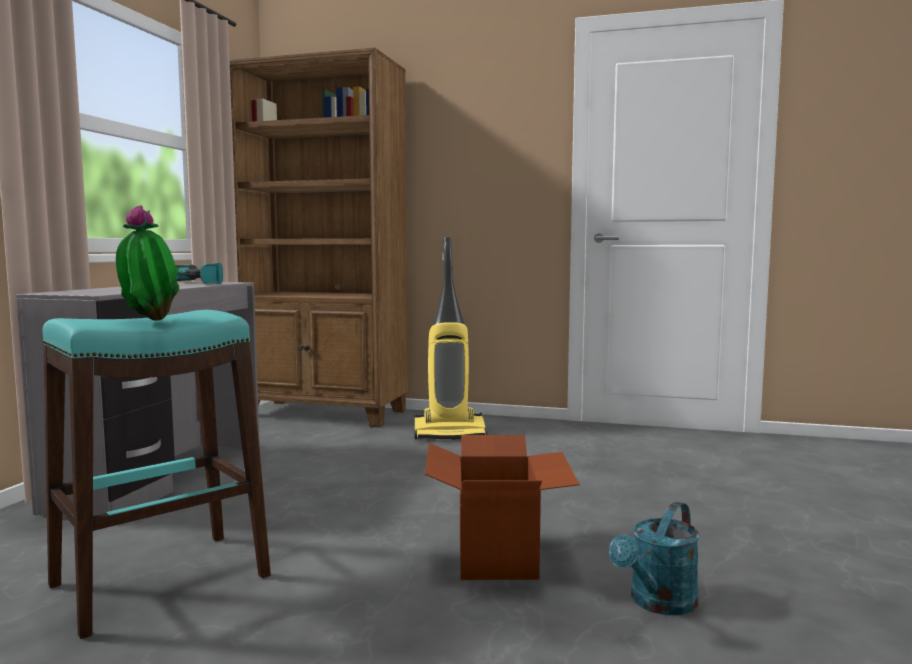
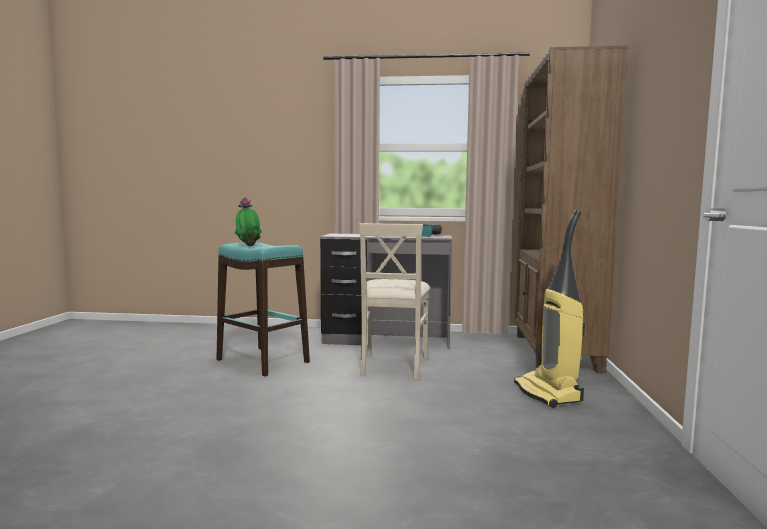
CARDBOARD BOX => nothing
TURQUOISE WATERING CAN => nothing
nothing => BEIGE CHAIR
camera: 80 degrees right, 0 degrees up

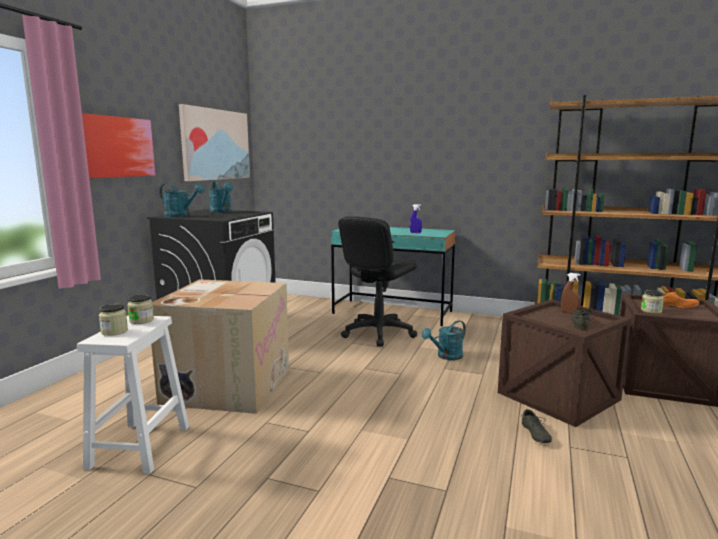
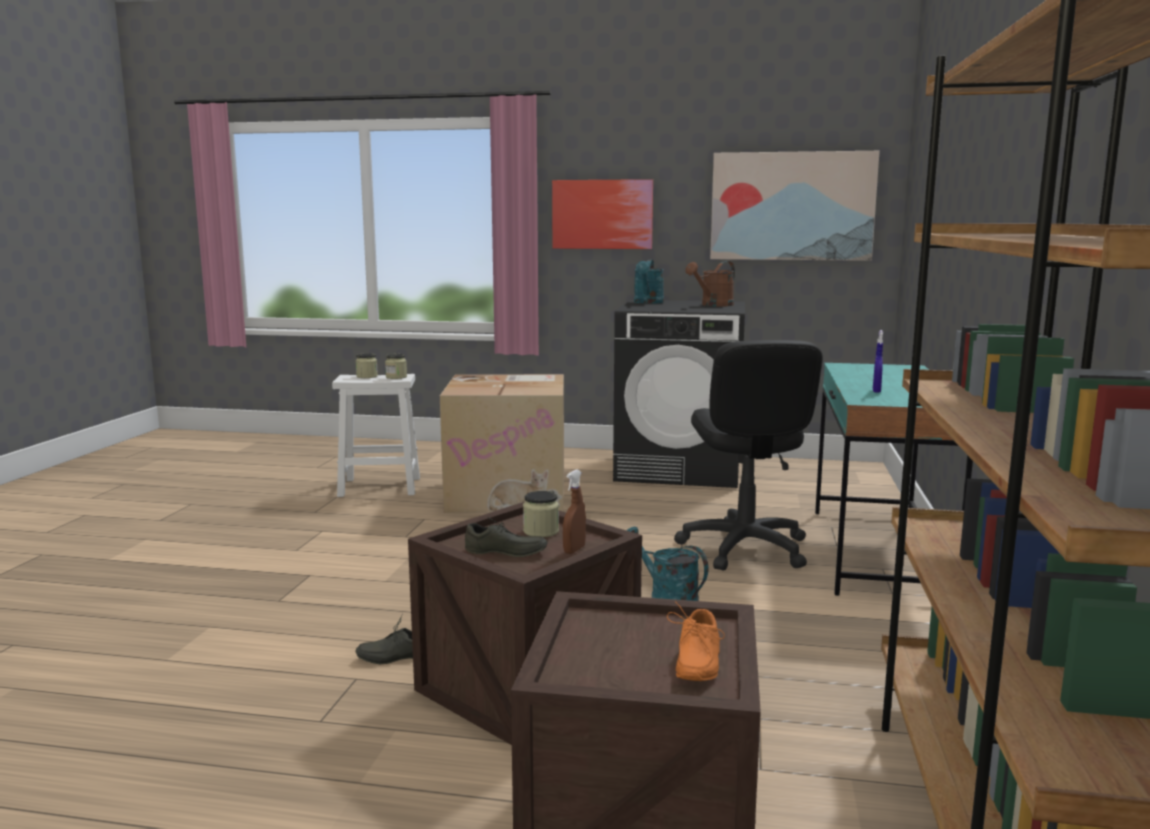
TURQUOISE WATERING CAN (no. 2 from left) => BROWN WATERING CAN
BLACK OFFICE CHAIR, 120 degrees counterclockwise
JAR (no. 3 from left), shifted
camera: 80 degrees right, 0 degrees up

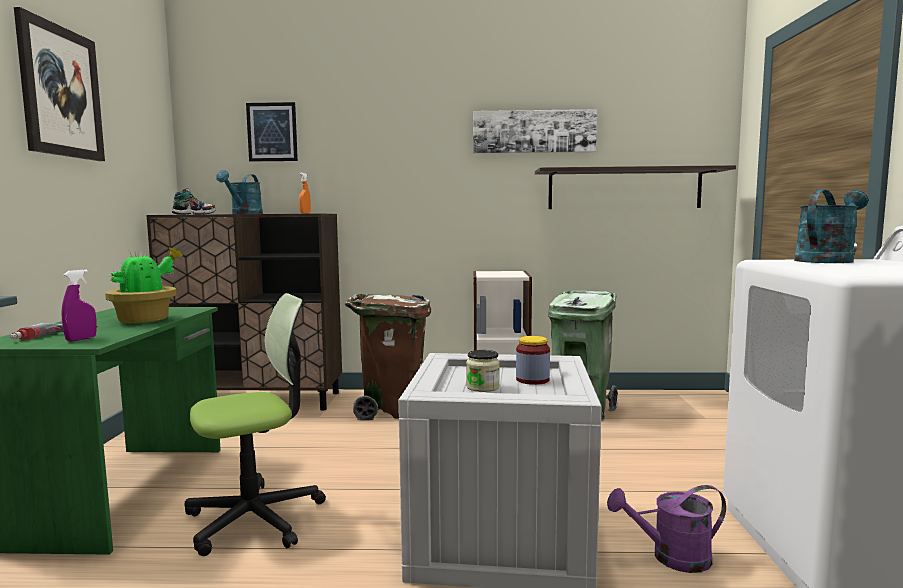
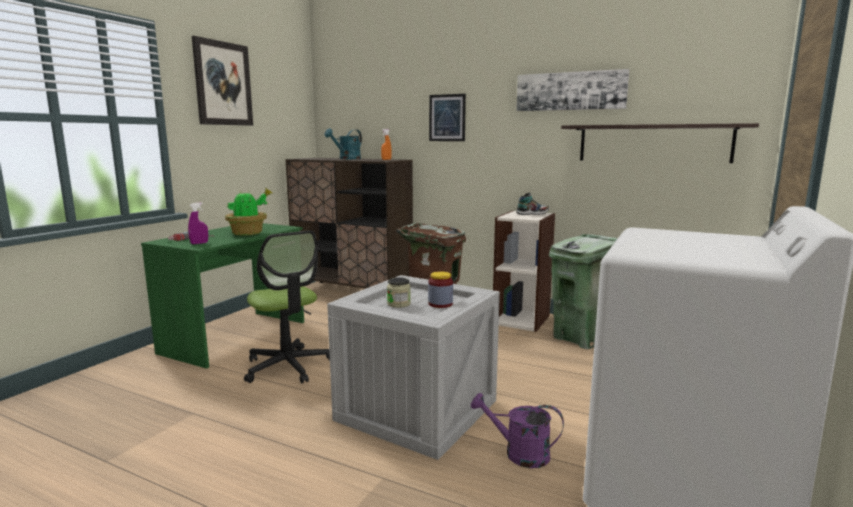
SHOE, shifted
OFFICE CHAIR, 60 degrees clockwise
PICTURE (no. 2 from left), shifted
TURQUOISE WATERING CAN (no. 2 from left) => nothing
camera: 25 degrees right, 5 degrees up

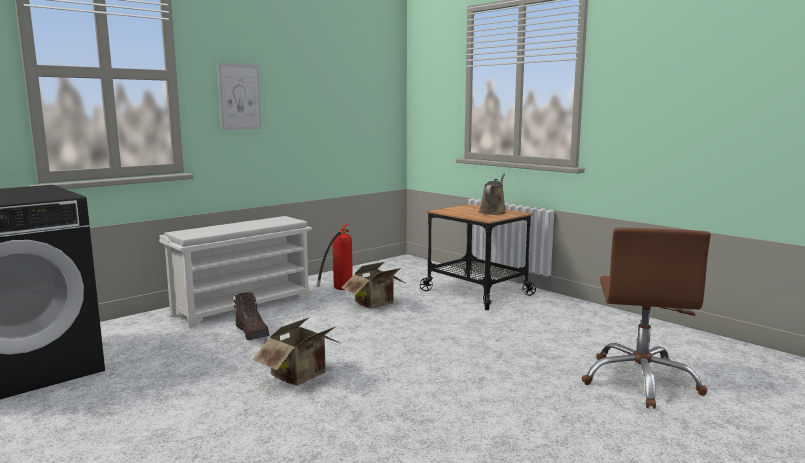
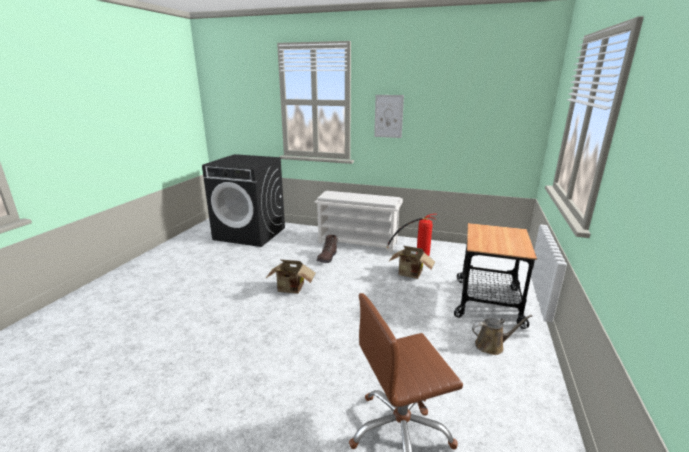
BROWN WATERING CAN, shifted
camera: 60 degrees right, 10 degrees up

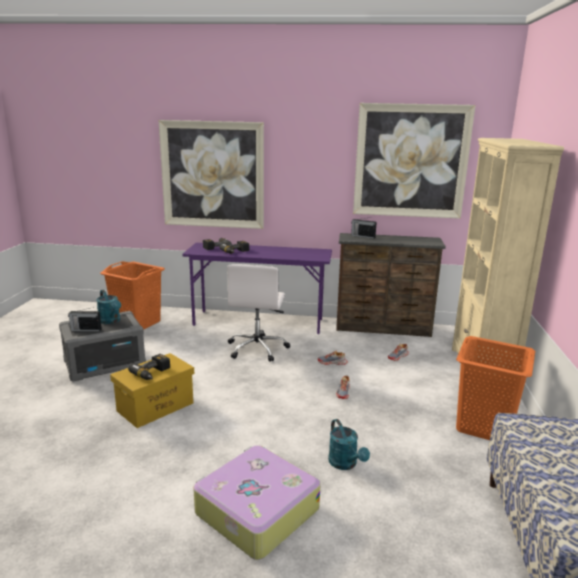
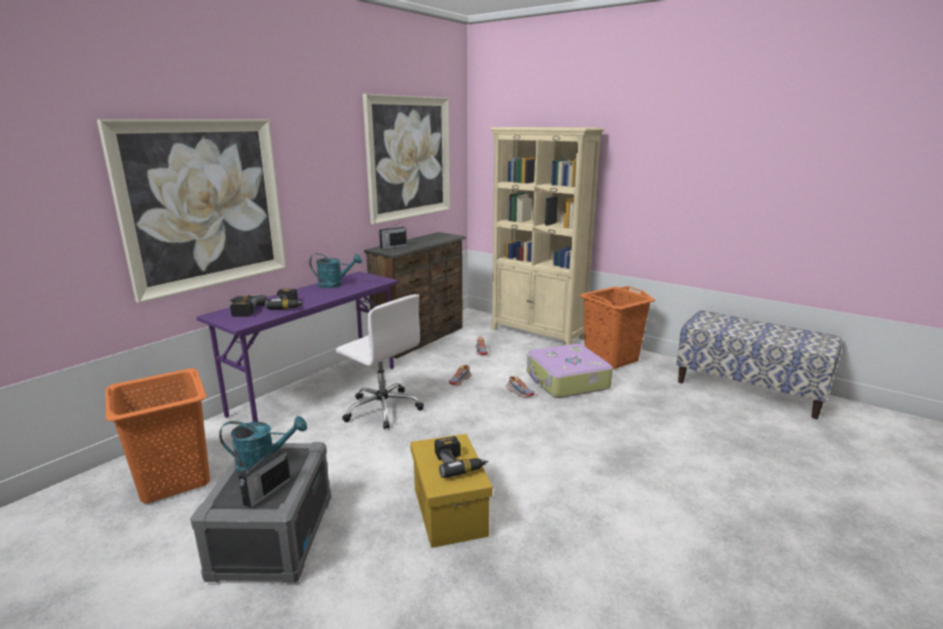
SUITCASE, shifted
TURQUOISE WATERING CAN (no. 2 from left), shifted
camera: 60 degrees left, 0 degrees up

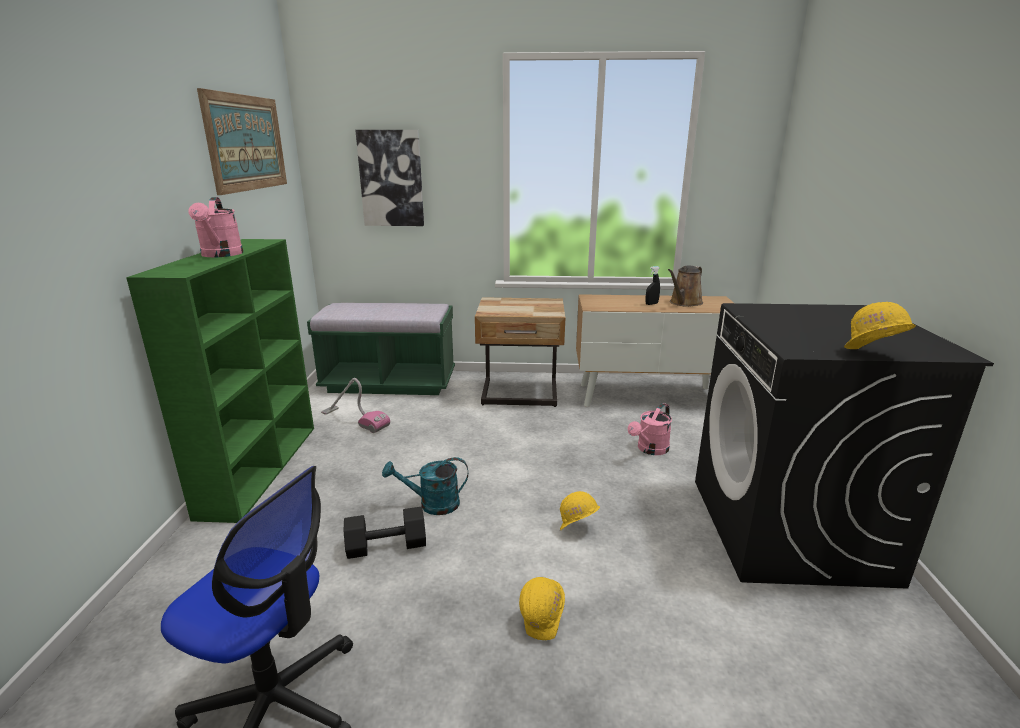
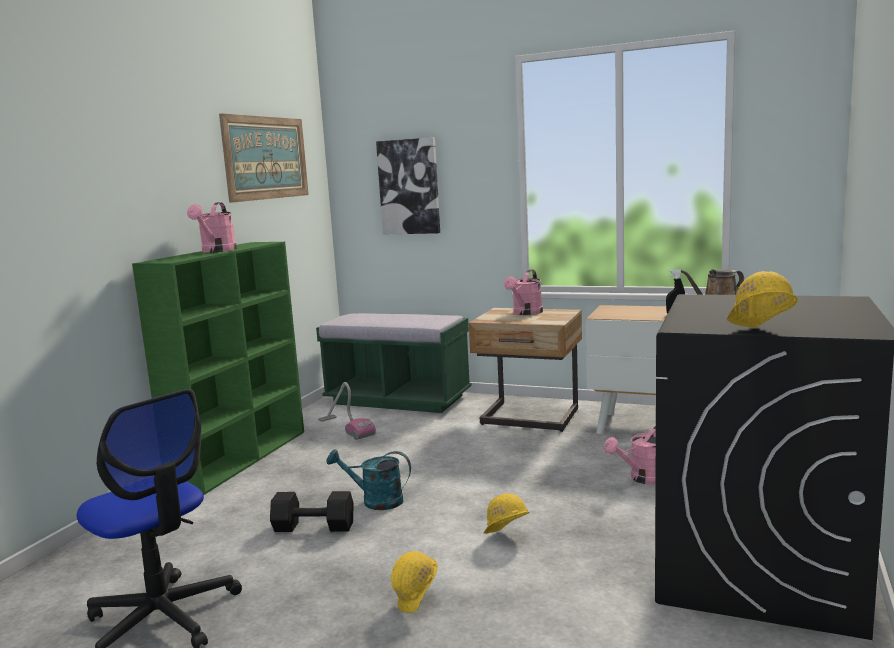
nothing => PINK WATERING CAN (no. 2 from left)
camera: 20 degrees right, 10 degrees down

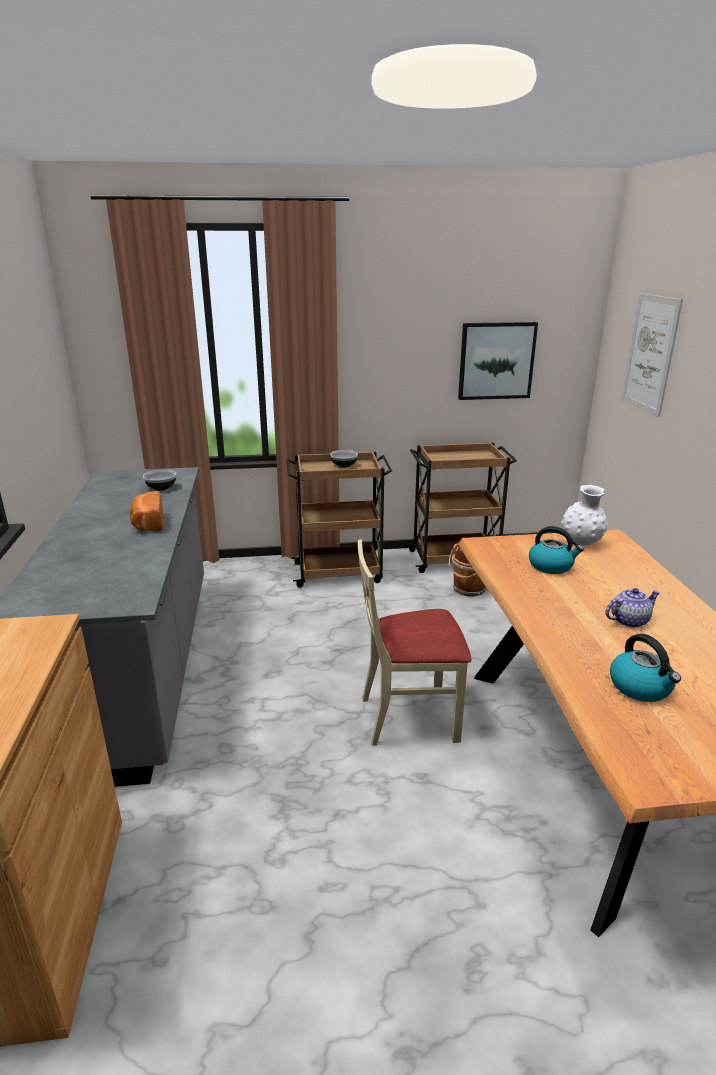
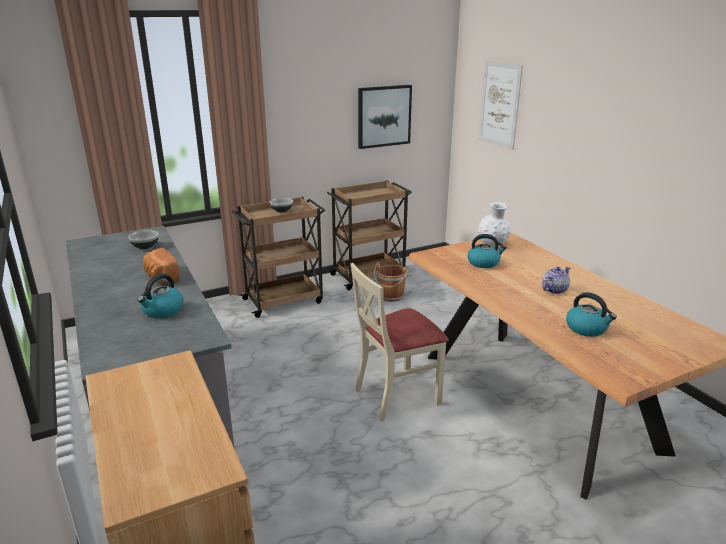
nothing => KETTLE (no. 1 from left)
camera: 20 degrees left, 0 degrees up

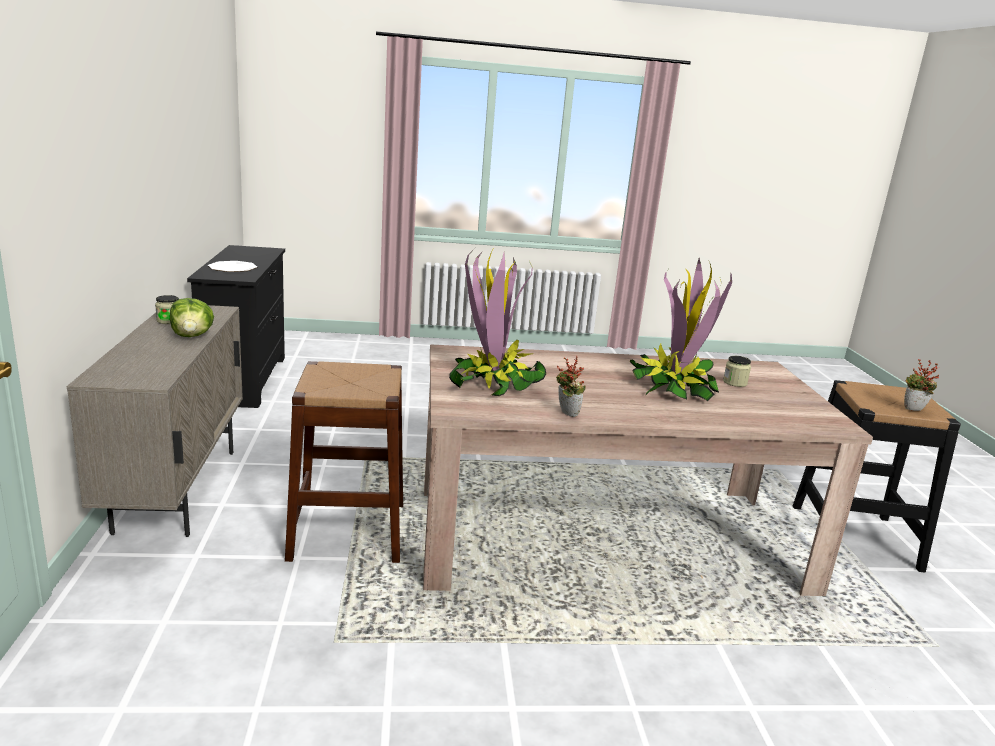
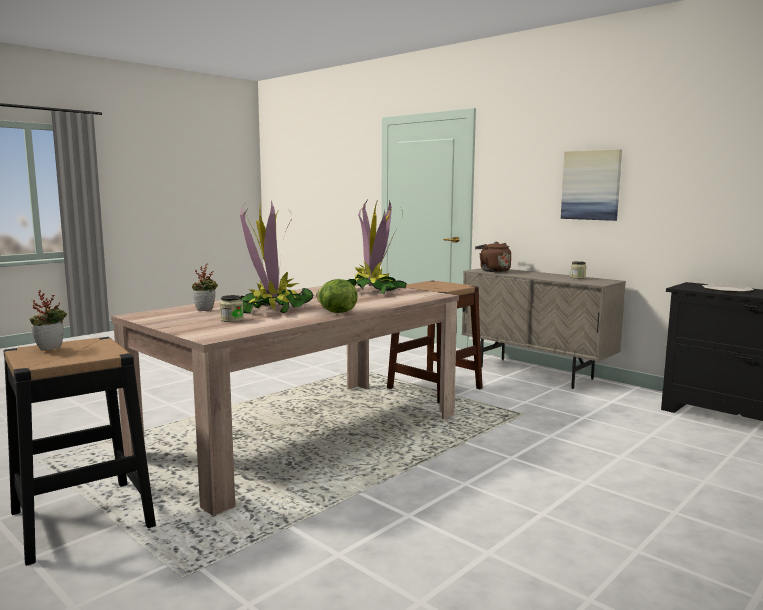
LETTUCE, shifted
POTTED PLANT (no. 2 from left), shifted
nothing => BROWN KETTLE
nothing => PICTURE
camera: 140 degrees right, 10 degrees down

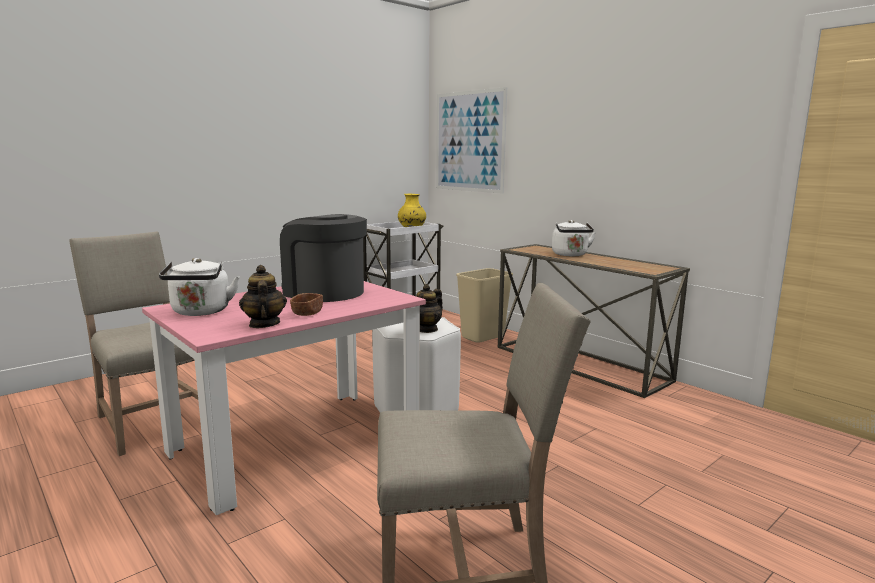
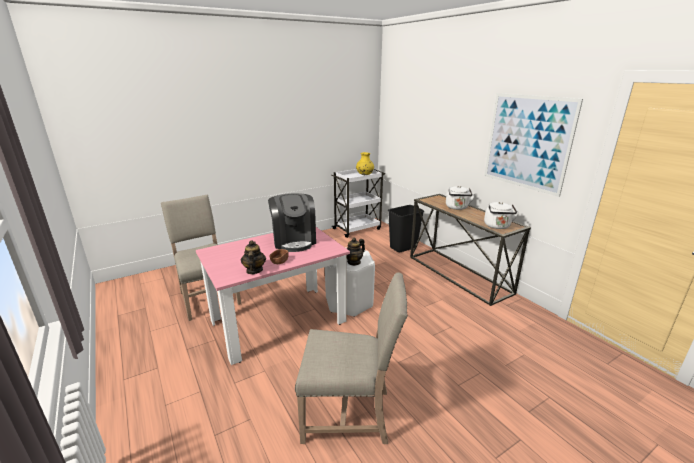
WHITE KETTLE (no. 1 from left in the first image) => WHITE KETTLE (no. 2 from left), shifted
COFFEE MACHINE, 150 degrees counterclockwise
PICTURE, shifted
BEIGE TRASH CAN => BLACK TRASH CAN
camera: 10 degrees right, 10 degrees up

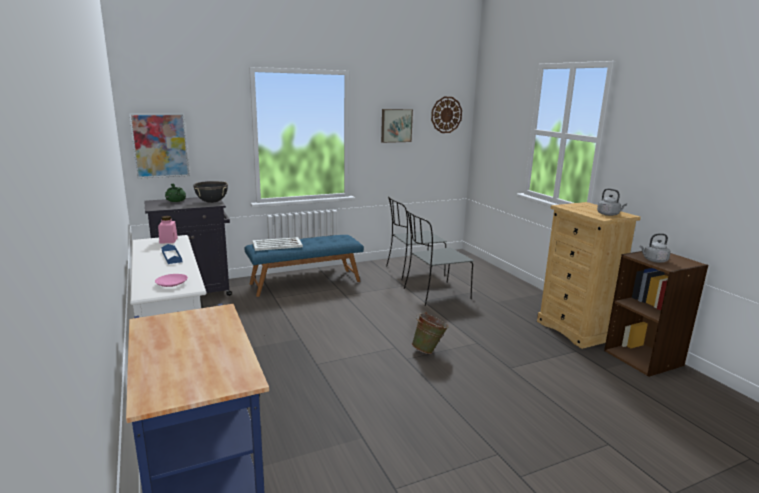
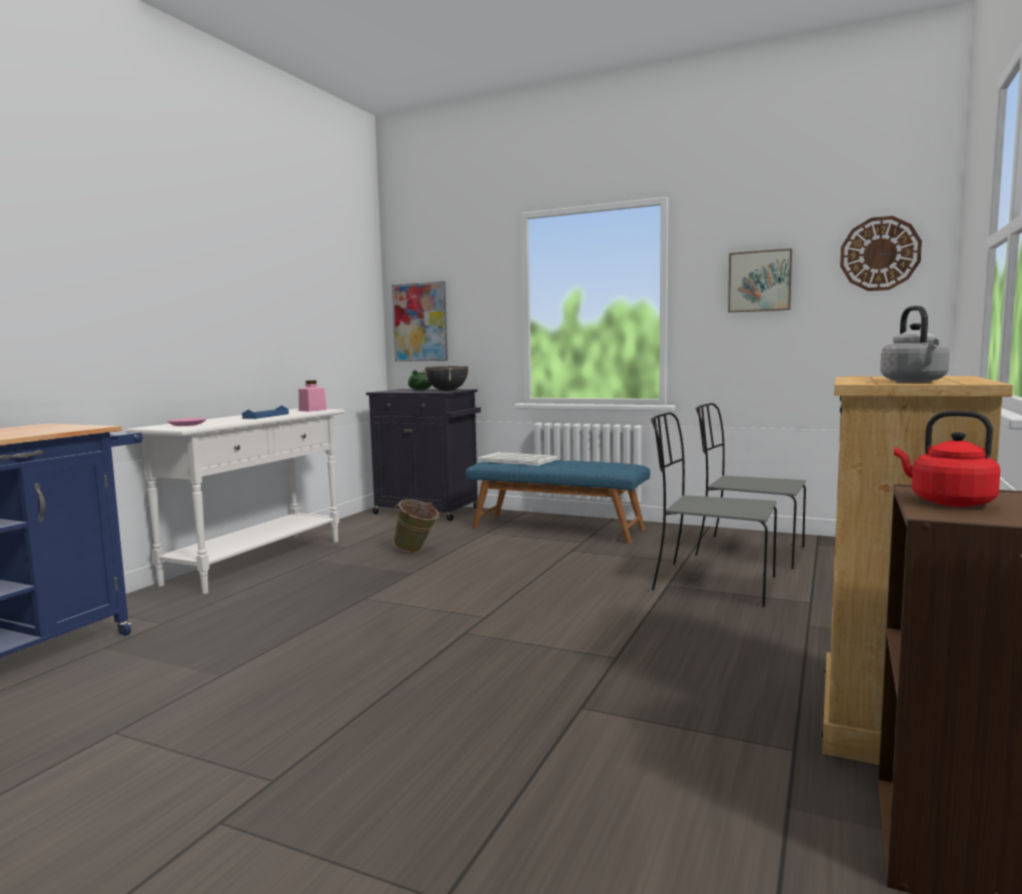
GREEN BUCKET, shifted
GREY KETTLE (no. 2 from left) => RED KETTLE
camera: 50 degrees right, 10 degrees down

